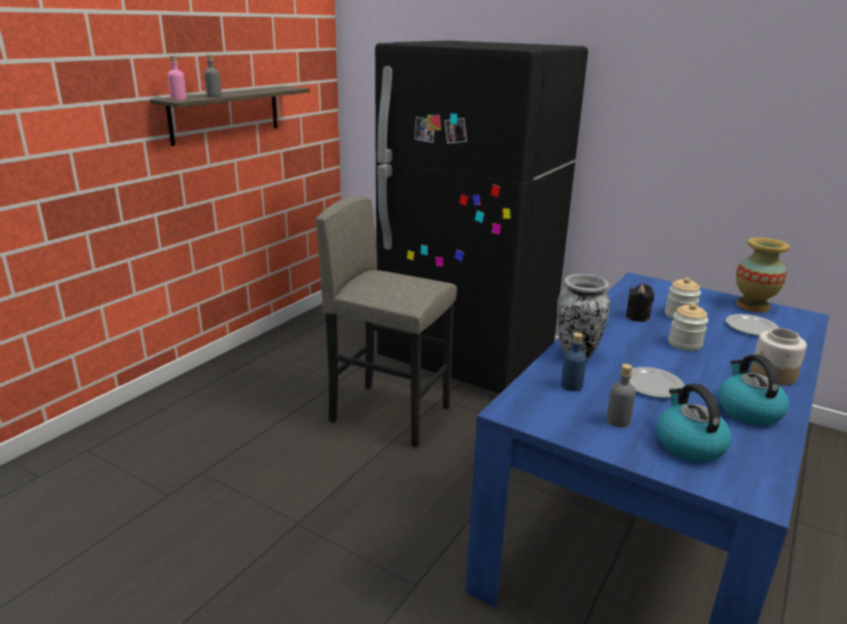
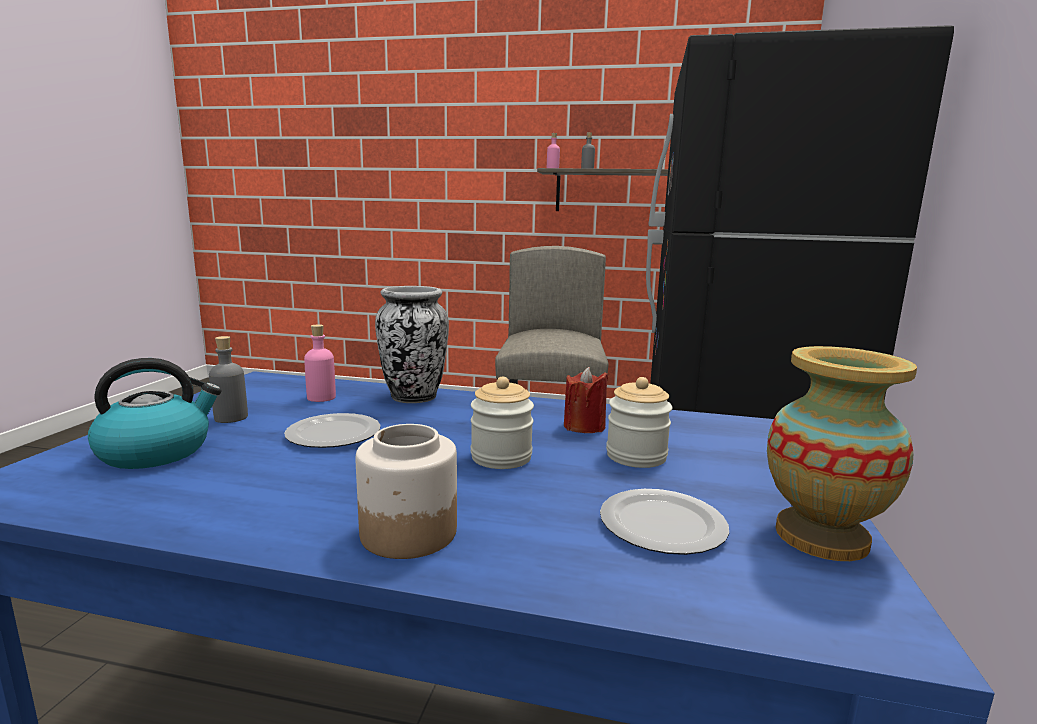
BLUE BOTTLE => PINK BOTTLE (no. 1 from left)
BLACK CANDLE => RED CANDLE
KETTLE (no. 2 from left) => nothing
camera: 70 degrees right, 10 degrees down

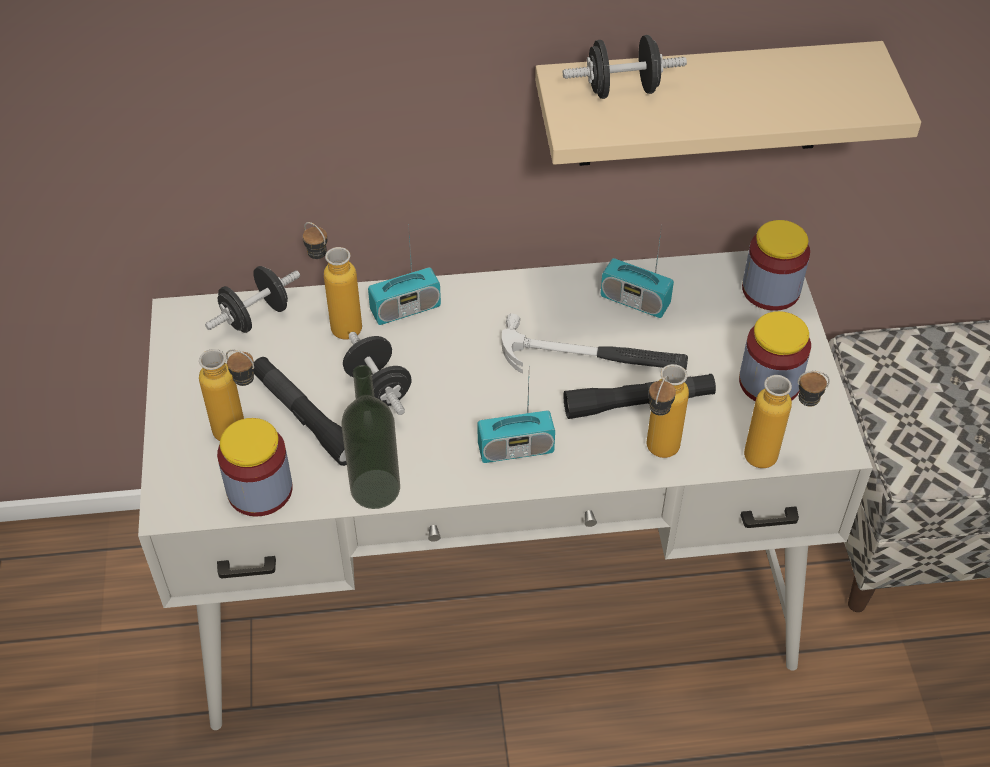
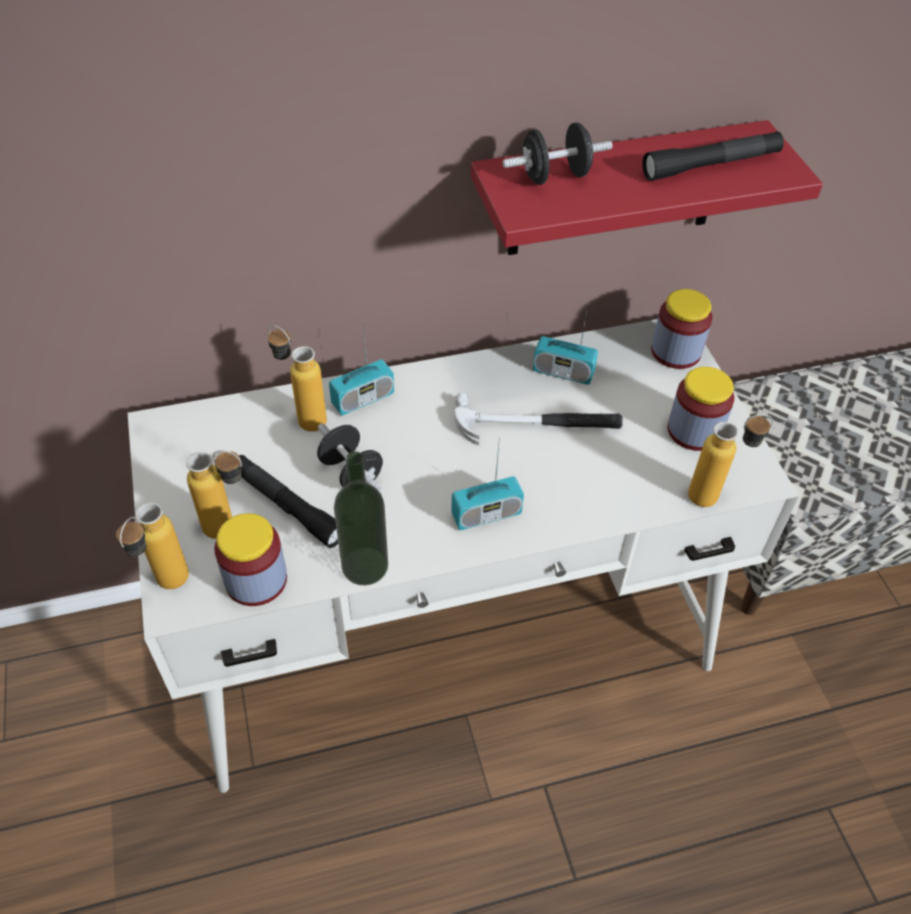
BLACK DUMBBELL (no. 1 from left) => nothing
BEIGE SHELF => RED SHELF
BLACK FLASHLIGHT (no. 2 from left), shifted
BOTTLE (no. 4 from left in the first image) => BOTTLE (no. 1 from left), shifted
camera: 10 degrees left, 0 degrees up

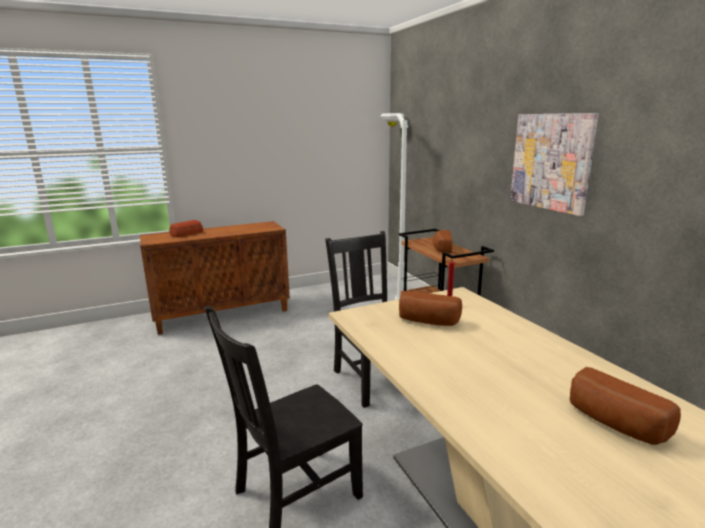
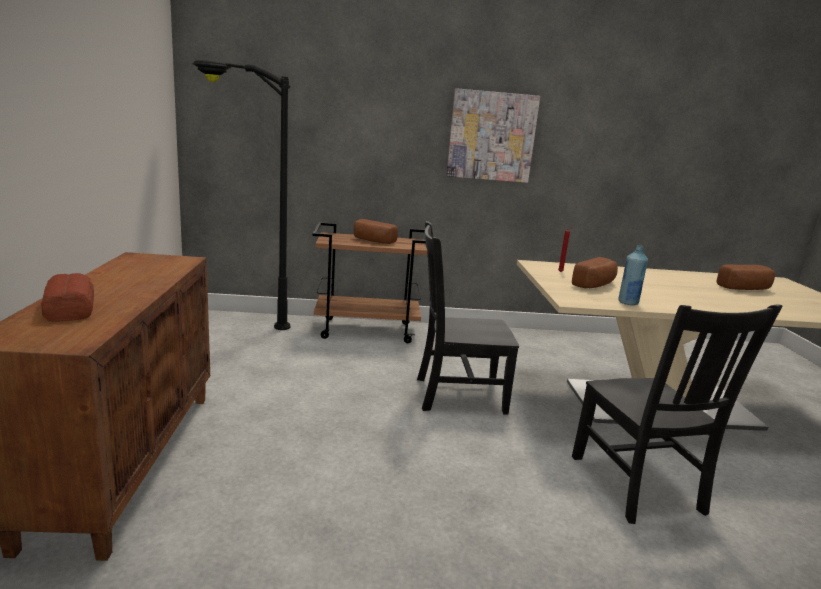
WHITE FLOOR LAMP => BLACK FLOOR LAMP
nothing => BLUE BOTTLE
camera: 70 degrees left, 0 degrees up

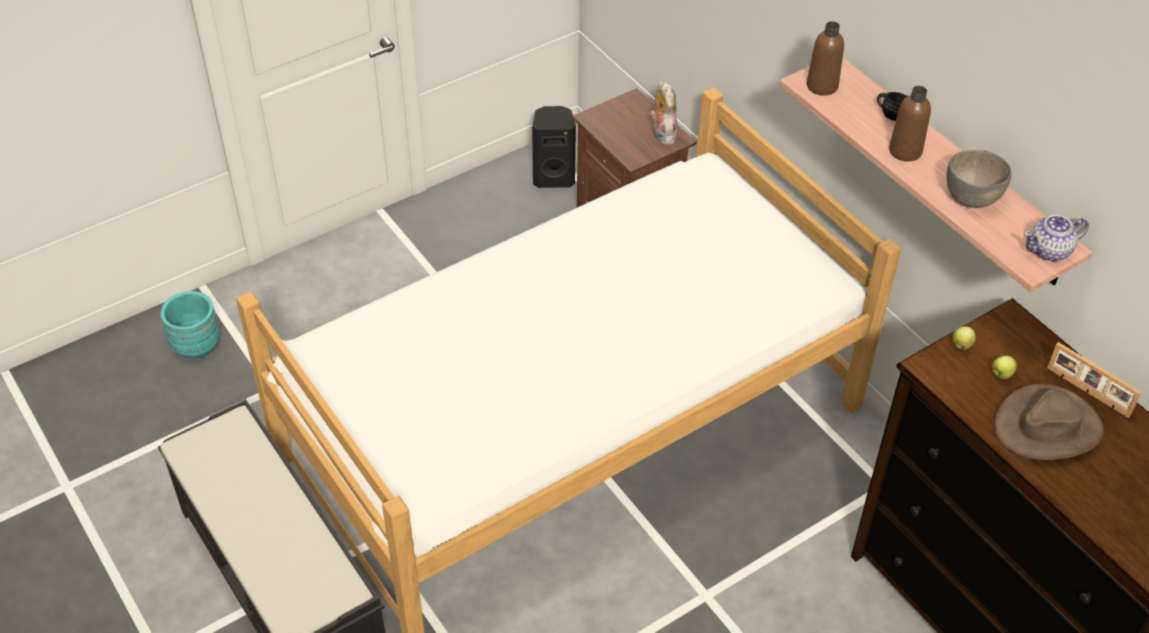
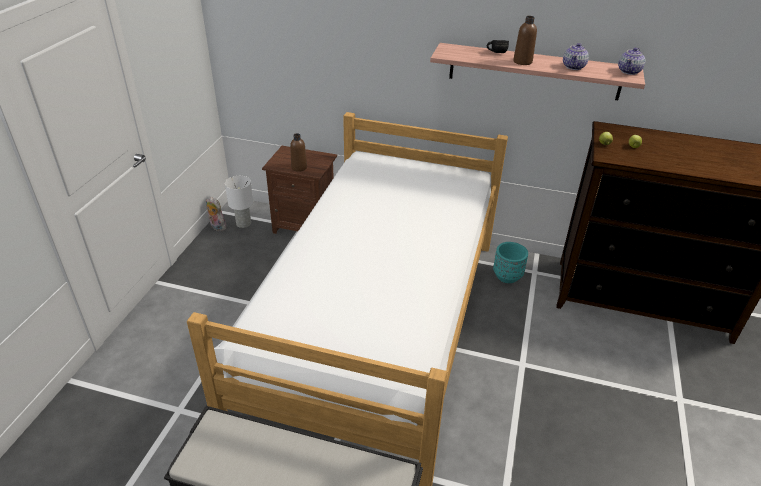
TURQUOISE PLANTER, shifted
BLACK SPEAKER => WHITE TABLE LAMP
PLUSH TOY, shifted
BROWN BOTTLE (no. 1 from left), shifted
GREY BOWL => TEAPOT (no. 1 from left)
BROWN HAT => nothing
PICTURE FRAME => nothing
camera: 40 degrees left, 10 degrees down

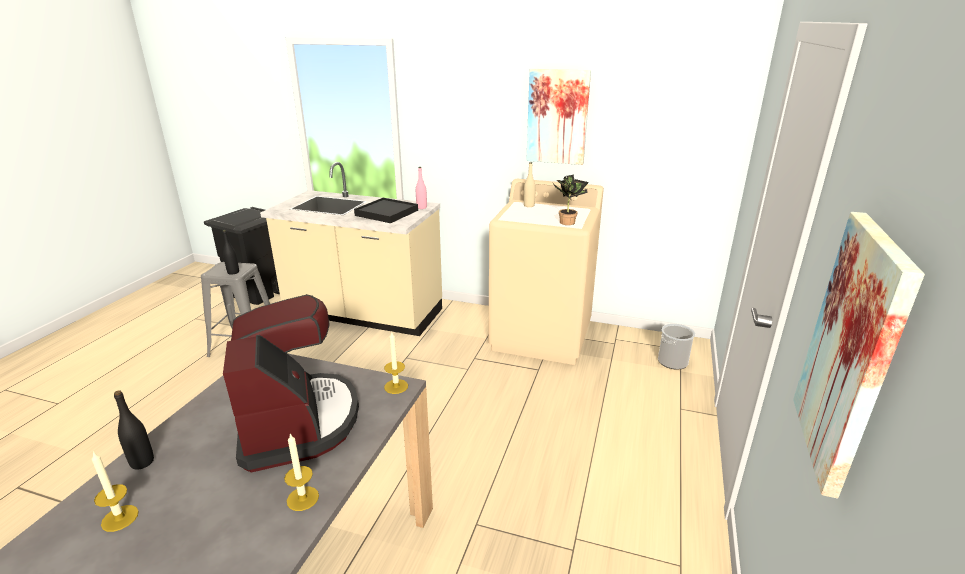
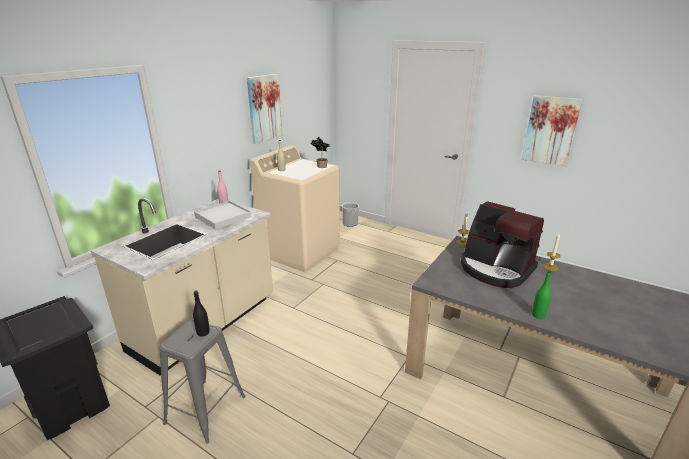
CANDLE (no. 1 from left) => nothing
BLACK BOTTLE (no. 1 from left) => GREEN BOTTLE
COFFEE MACHINE, 135 degrees counterclockwise
BLACK TRAY => WHITE TRAY
camera: 75 degrees left, 0 degrees up

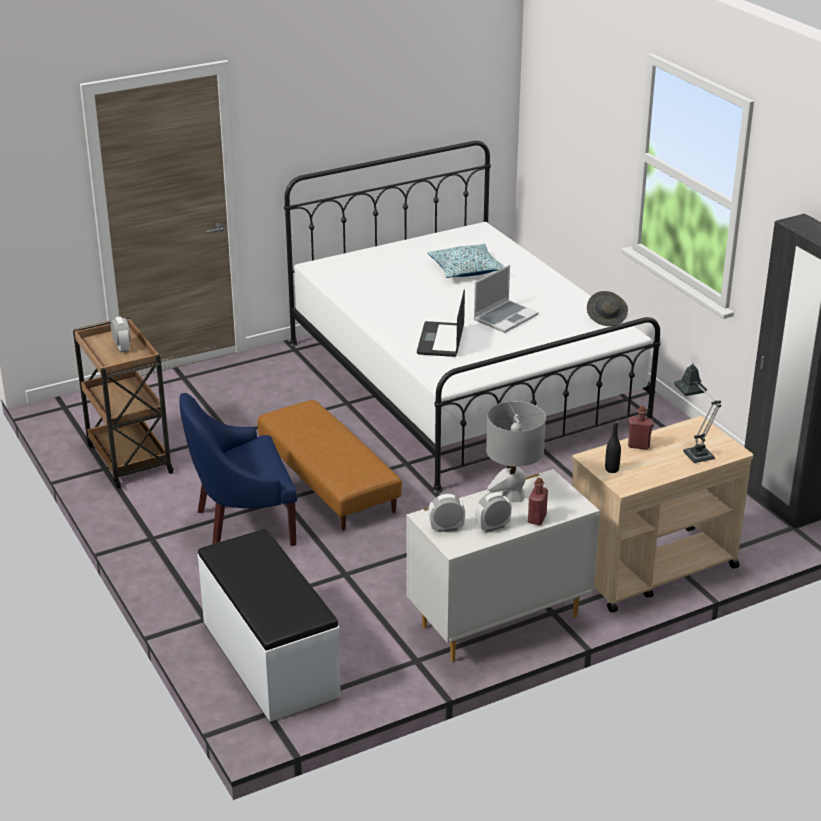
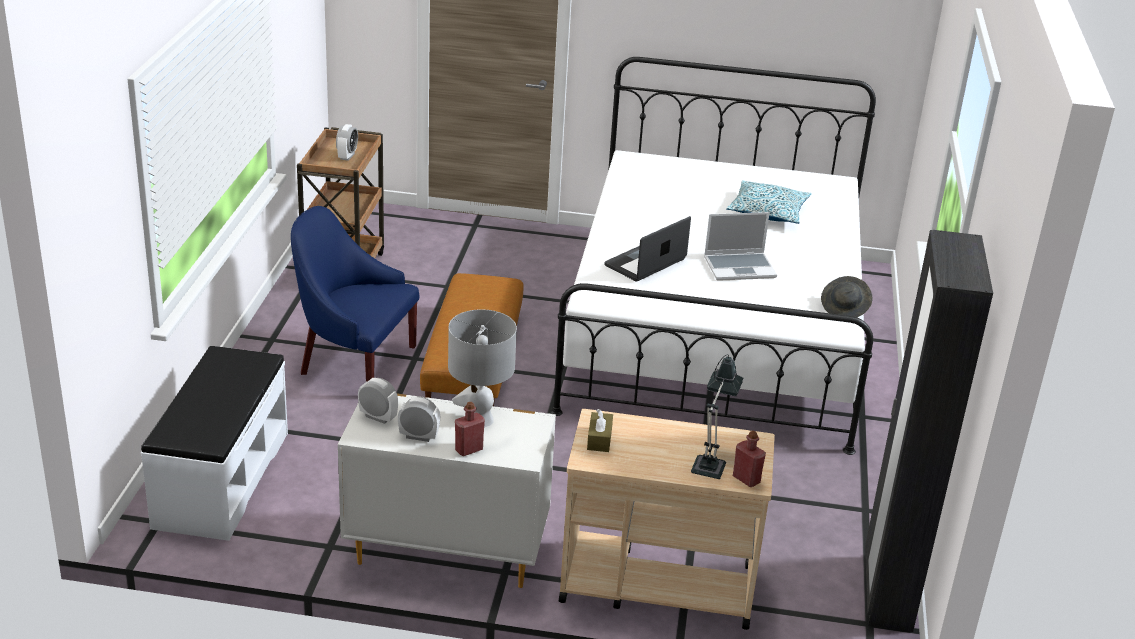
BLACK BOTTLE => BROWN TISSUE BOX
RED BOTTLE (no. 2 from left), shifted
camera: 35 degrees right, 0 degrees up

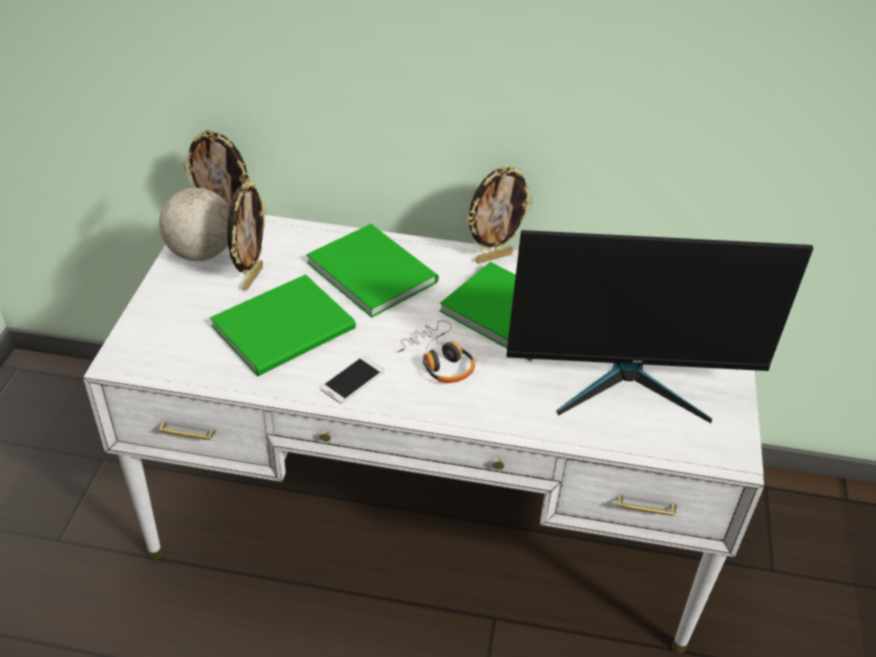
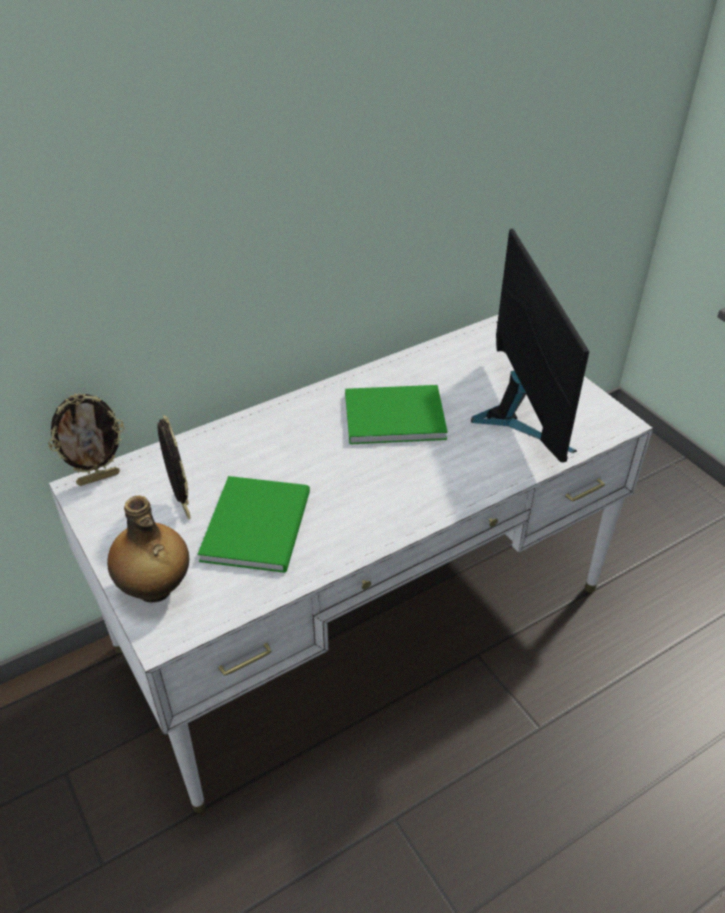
GLOBE => nothing
GREEN BOOK (no. 2 from left) => nothing
PHONE => nothing
HEADPHONES => nothing
PICTURE FRAME (no. 3 from left) => nothing
MONITOR, 60 degrees counterclockwise
nothing => BOTTLE
camera: 40 degrees left, 0 degrees up

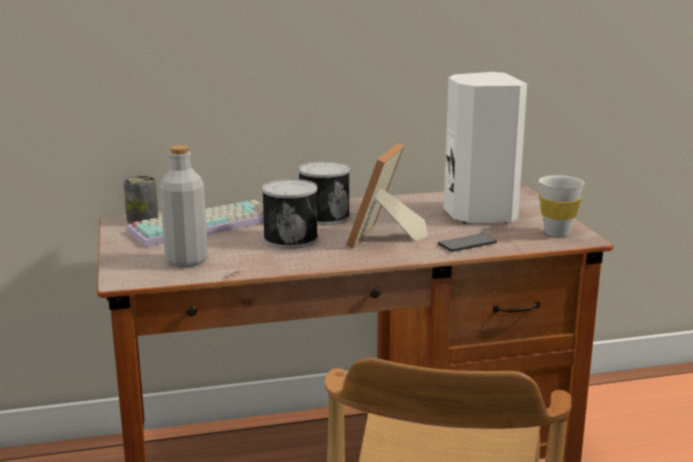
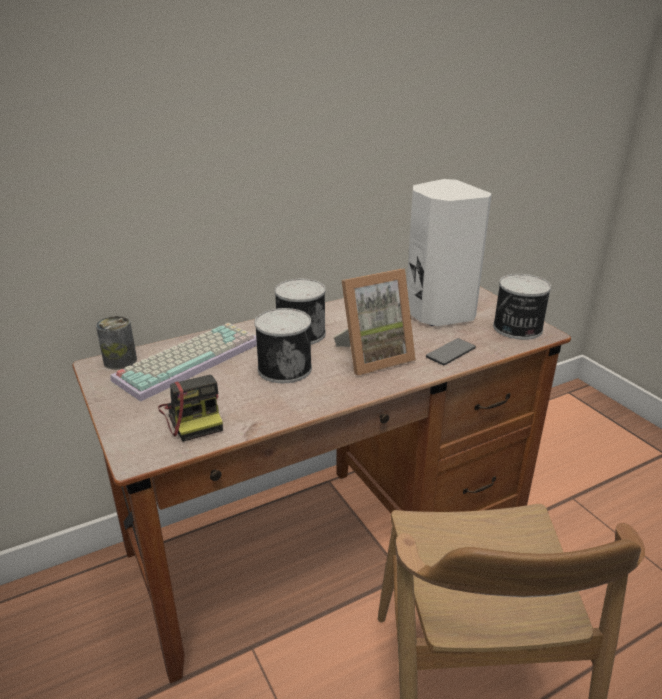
GREY BOTTLE => PHOTO CAMERA
PICTURE FRAME, 120 degrees counterclockwise
WHITE CUP => CAN (no. 4 from left)
camera: 15 degrees left, 10 degrees up

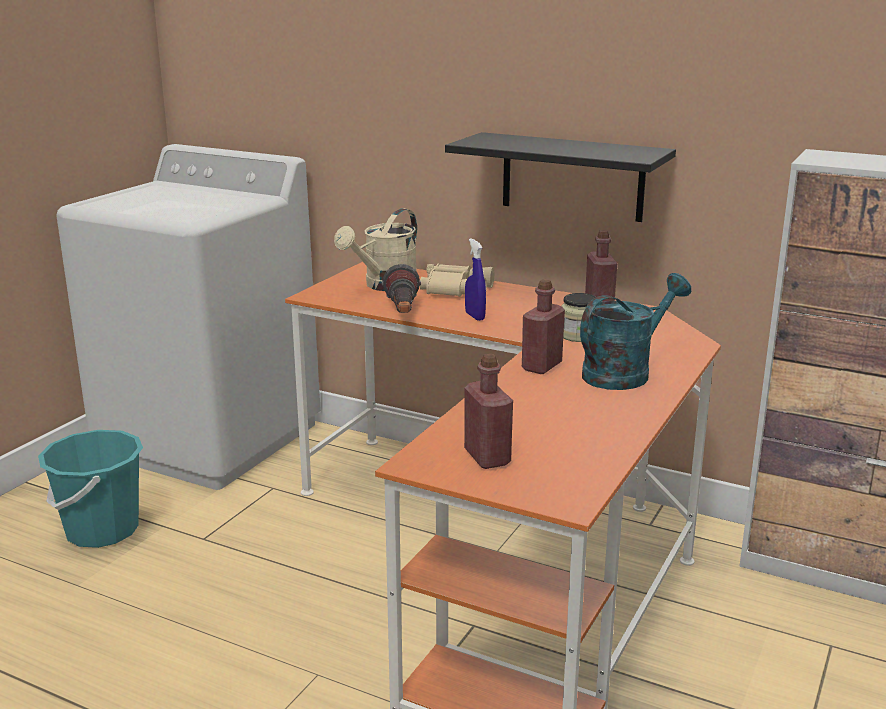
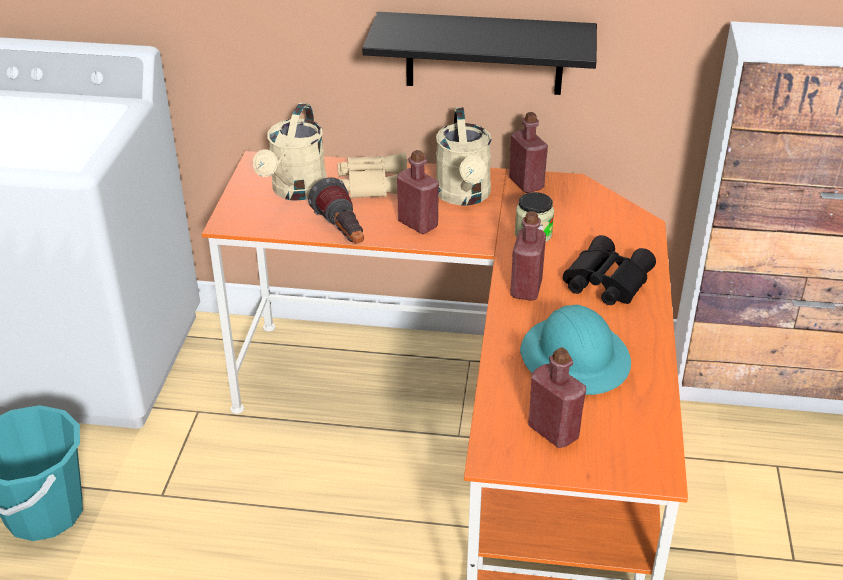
BLUE SPRAY BOTTLE => RED BOTTLE (no. 1 from left)
TURQUOISE WATERING CAN => BLACK BINOCULARS
nothing => BEIGE WATERING CAN (no. 2 from left)
nothing => TURQUOISE HARD HAT
camera: 20 degrees left, 15 degrees up

